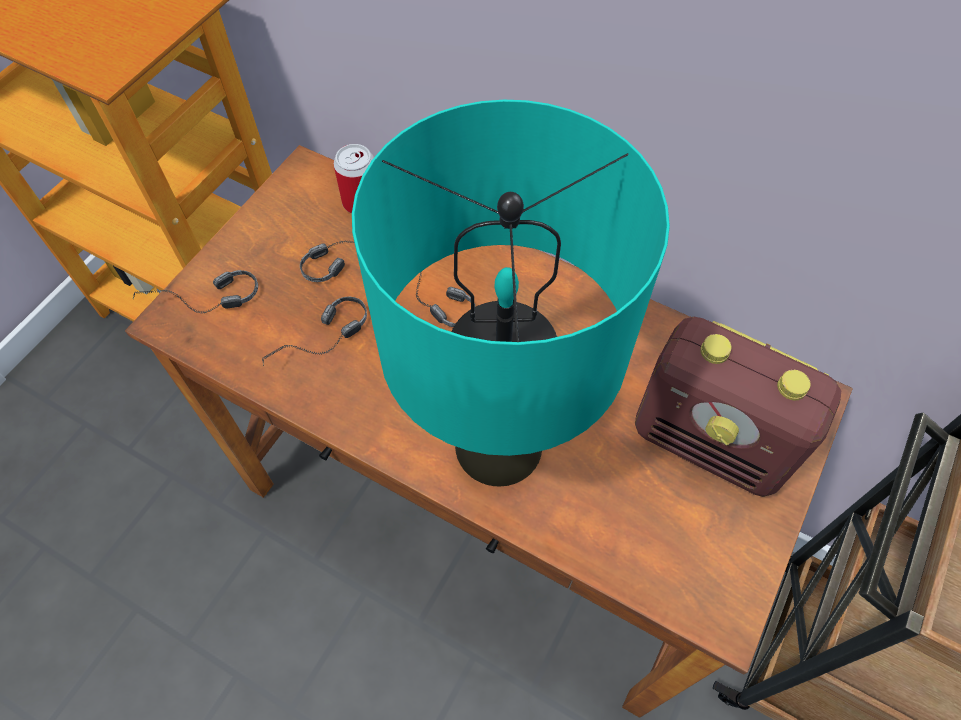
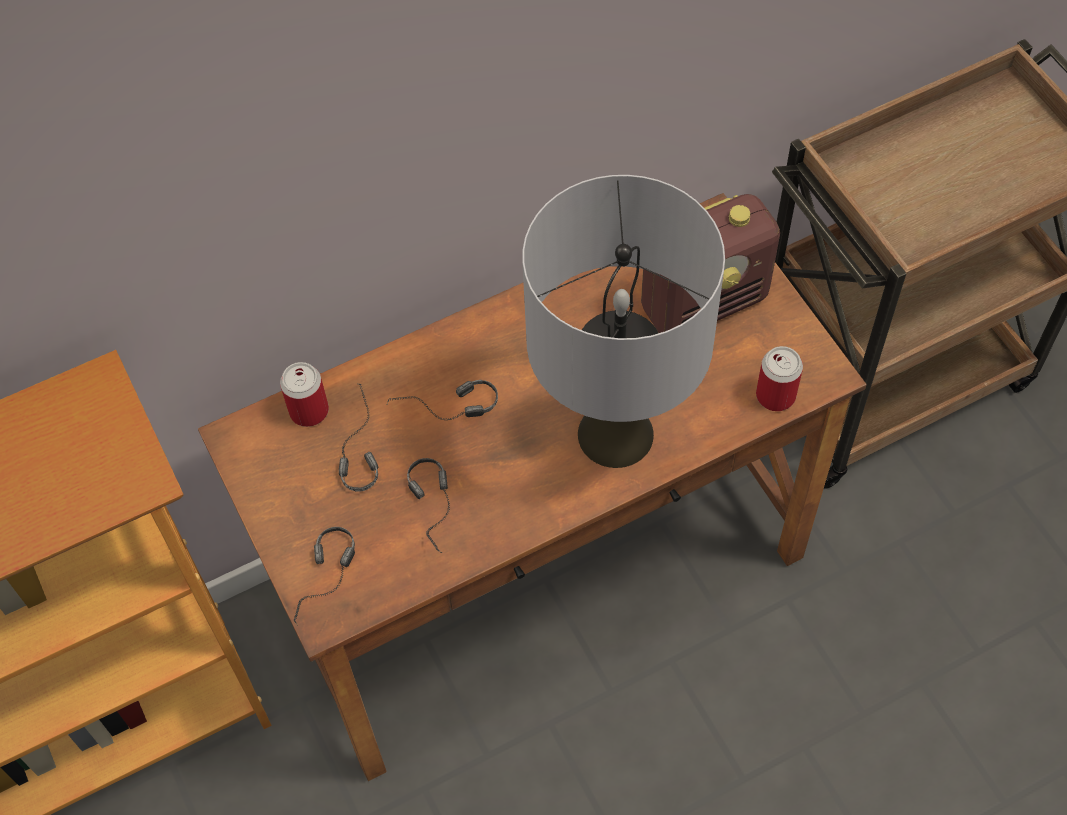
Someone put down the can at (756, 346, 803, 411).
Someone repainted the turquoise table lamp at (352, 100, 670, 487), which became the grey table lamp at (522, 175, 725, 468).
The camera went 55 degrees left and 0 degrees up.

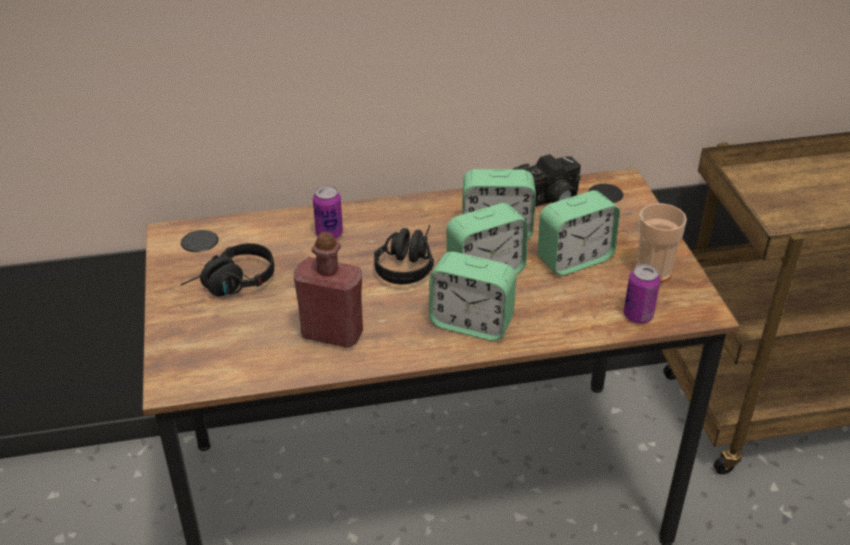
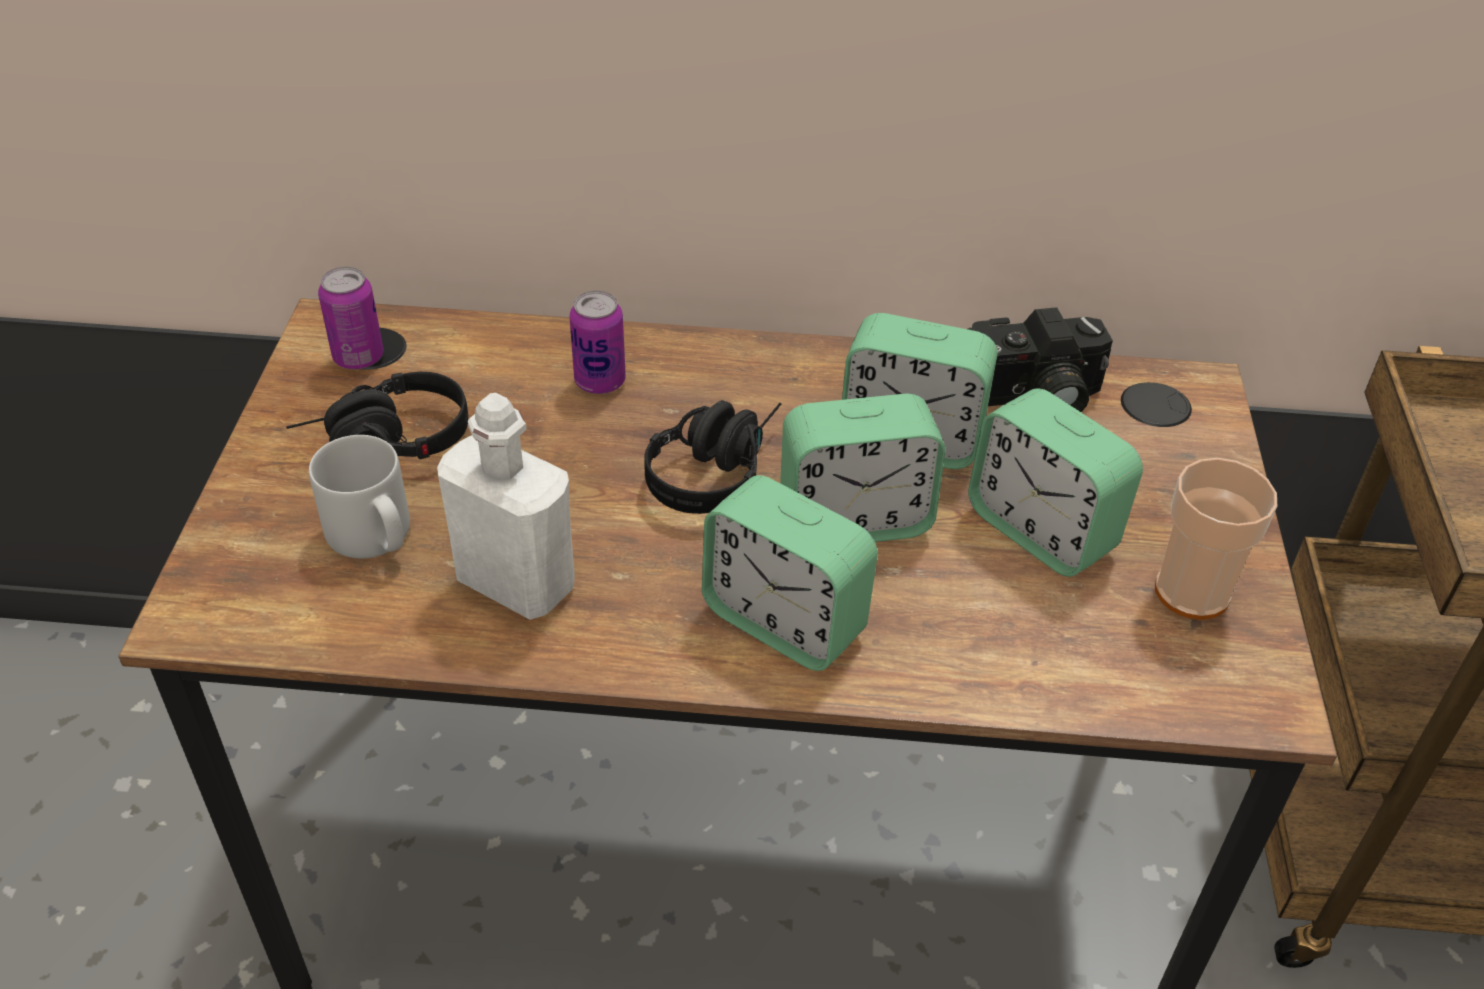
Someone put down the grey mug at (309, 435, 410, 559).
Someone carried the can from (624, 264, 660, 324) to (318, 267, 384, 369).
Someone repainted the red bottle at (294, 232, 363, 348), which became the white bottle at (437, 393, 575, 620).
Someone rotated the alarm clock at (538, 190, 620, 276) by 60 degrees clockwise.
The camera went 15 degrees right and 5 degrees up.

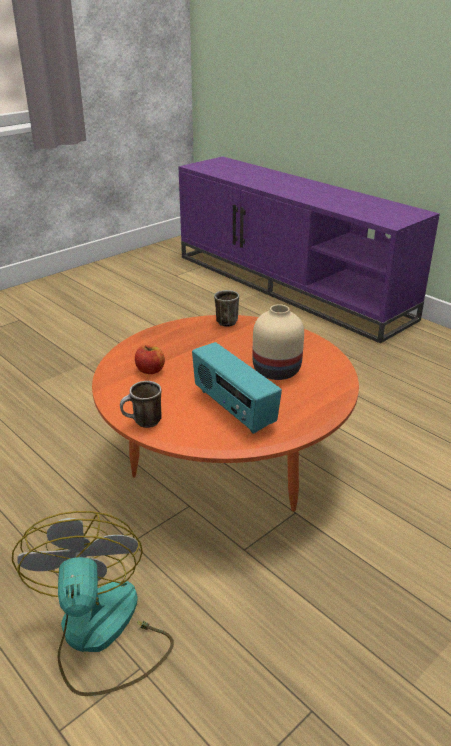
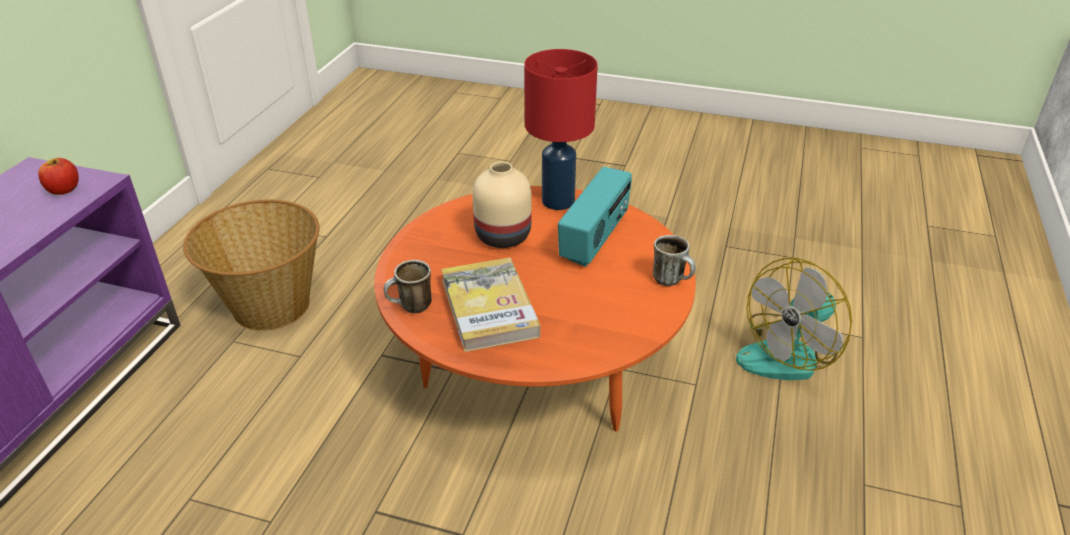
Someone put down the basket at (183, 200, 320, 331).
Someone put down the book at (441, 258, 540, 352).
Someone put down the red table lamp at (524, 49, 598, 210).
Someone carried the apple from (135, 345, 165, 374) to (38, 158, 79, 195).
The camera went 120 degrees left and 5 degrees up.

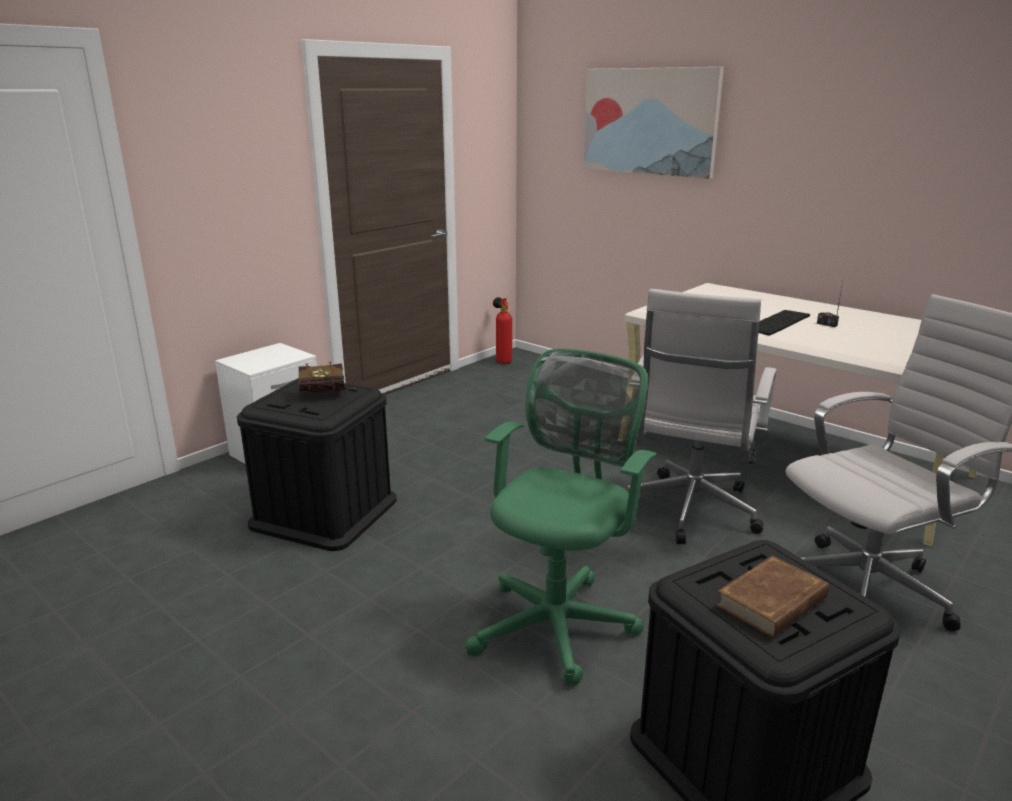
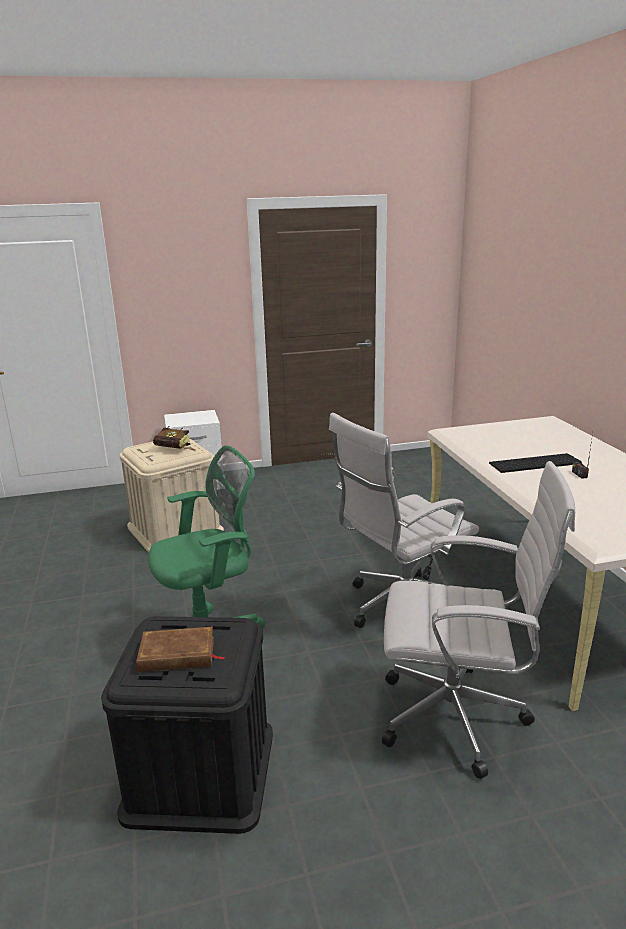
Someone took away the fire extinguisher at (493, 297, 512, 364).
Someone took away the picture at (583, 67, 724, 179).
Someone repainted the black storage box at (237, 378, 397, 551), which became the beige storage box at (119, 438, 224, 553).
The camera went 35 degrees right and 0 degrees up.

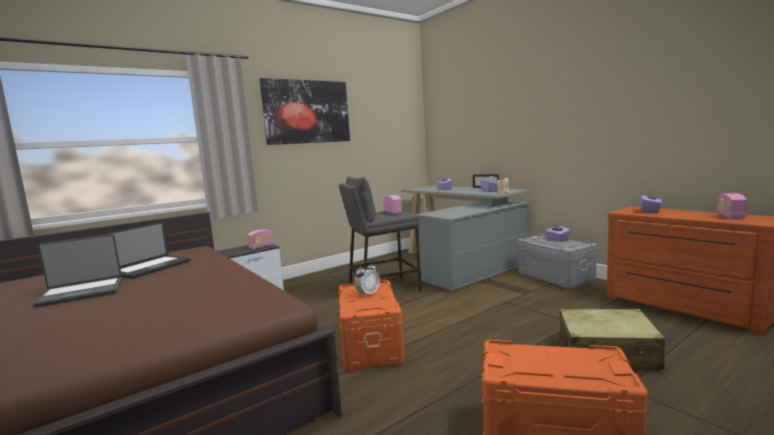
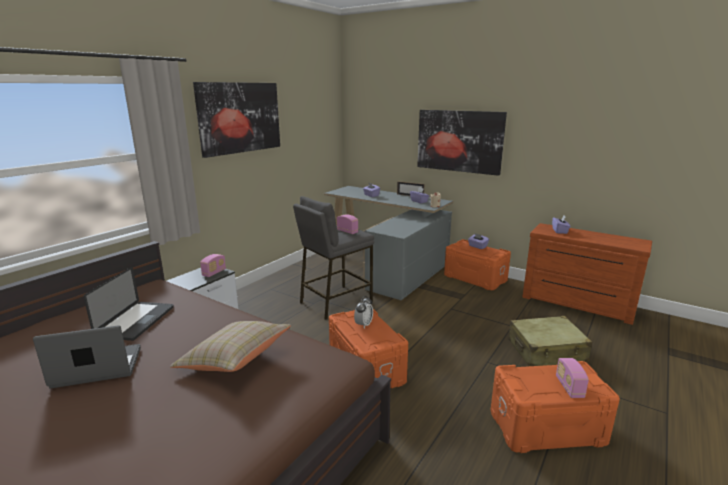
Someone put down the beige pillow at (170, 321, 291, 372).
Someone put up the picture at (417, 110, 507, 176).
Someone carried the radio from (717, 193, 747, 219) to (556, 358, 589, 398).
Someone repainted the grey storage box at (518, 234, 597, 288), which became the orange storage box at (444, 239, 511, 290).
Someone rotated the laptop at (33, 234, 122, 308) by 150 degrees counterclockwise.
The camera went 20 degrees left and 10 degrees up.

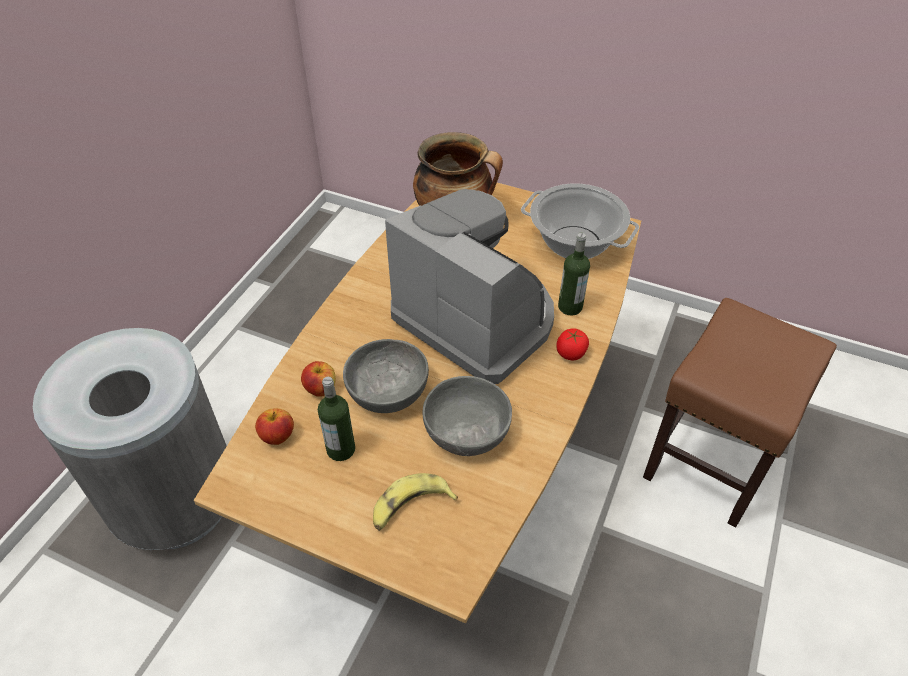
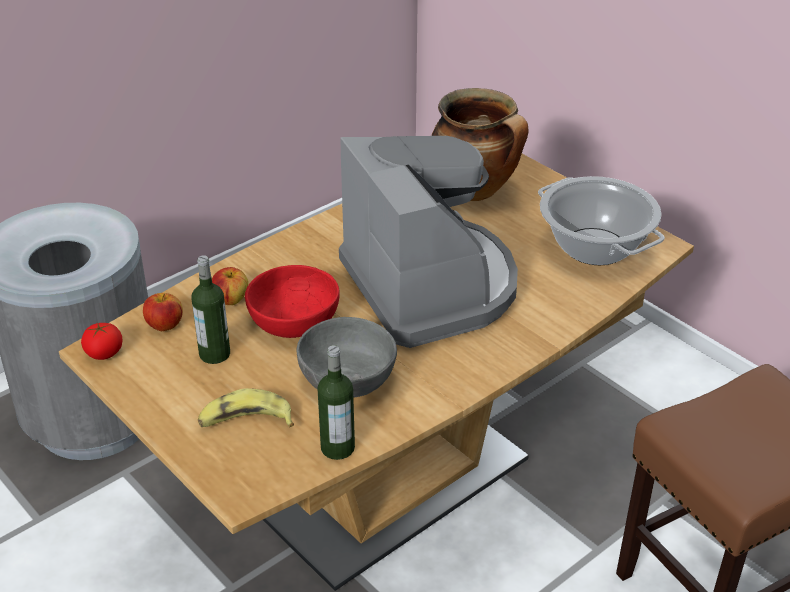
Someone carried the tomato from (556, 328, 589, 360) to (81, 323, 123, 360).
Someone carried the bottle from (558, 233, 590, 315) to (317, 345, 355, 460).
Someone repainted the grey bowl at (343, 339, 429, 413), which became the red bowl at (245, 265, 340, 338).
The camera went 25 degrees right and 10 degrees down.

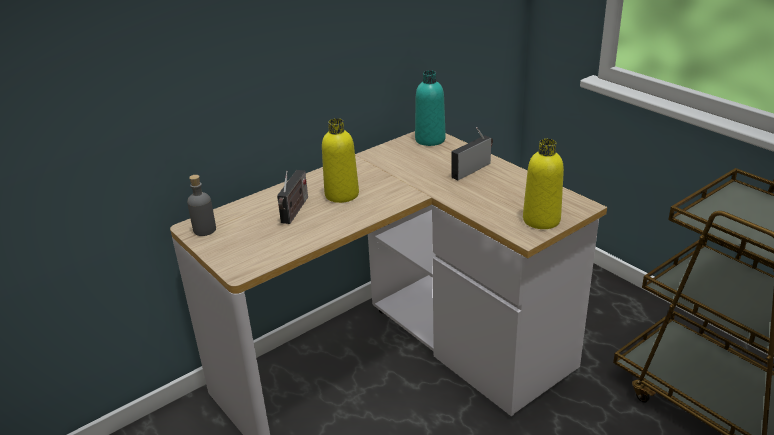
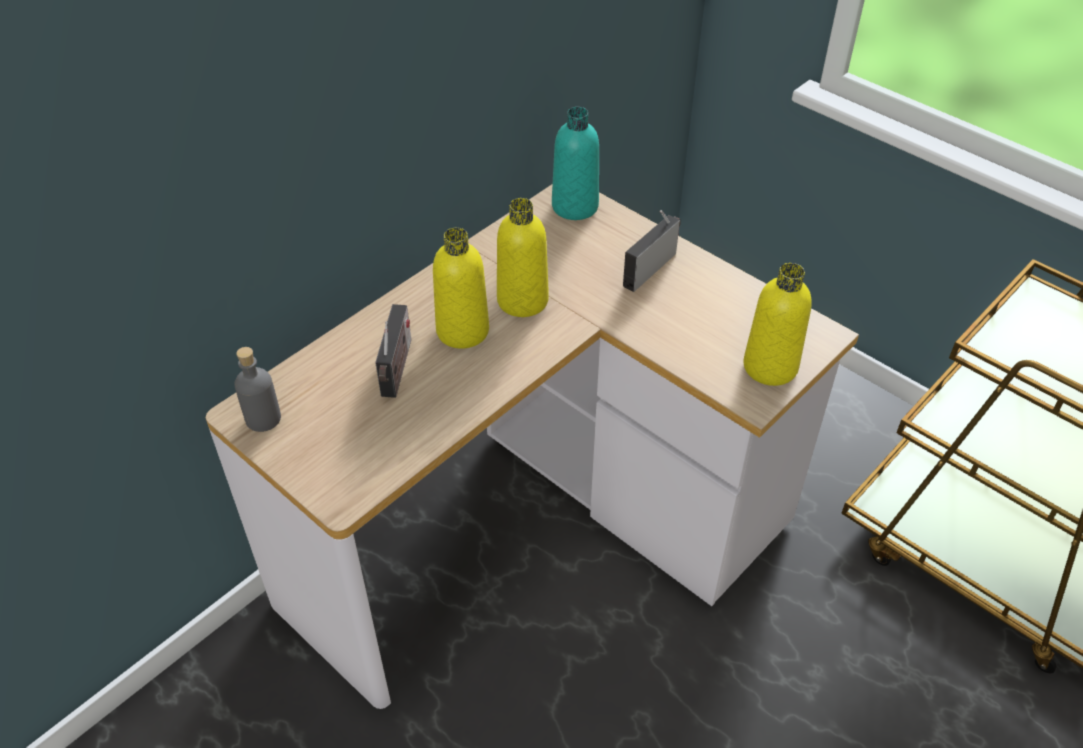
Someone put down the yellow bottle at (497, 198, 549, 317).
The camera went 10 degrees left and 15 degrees up.

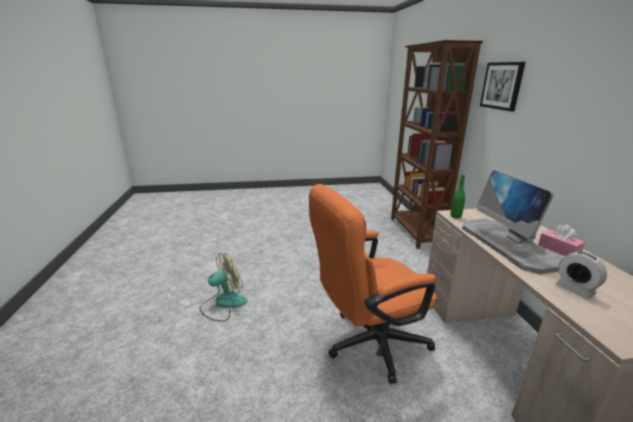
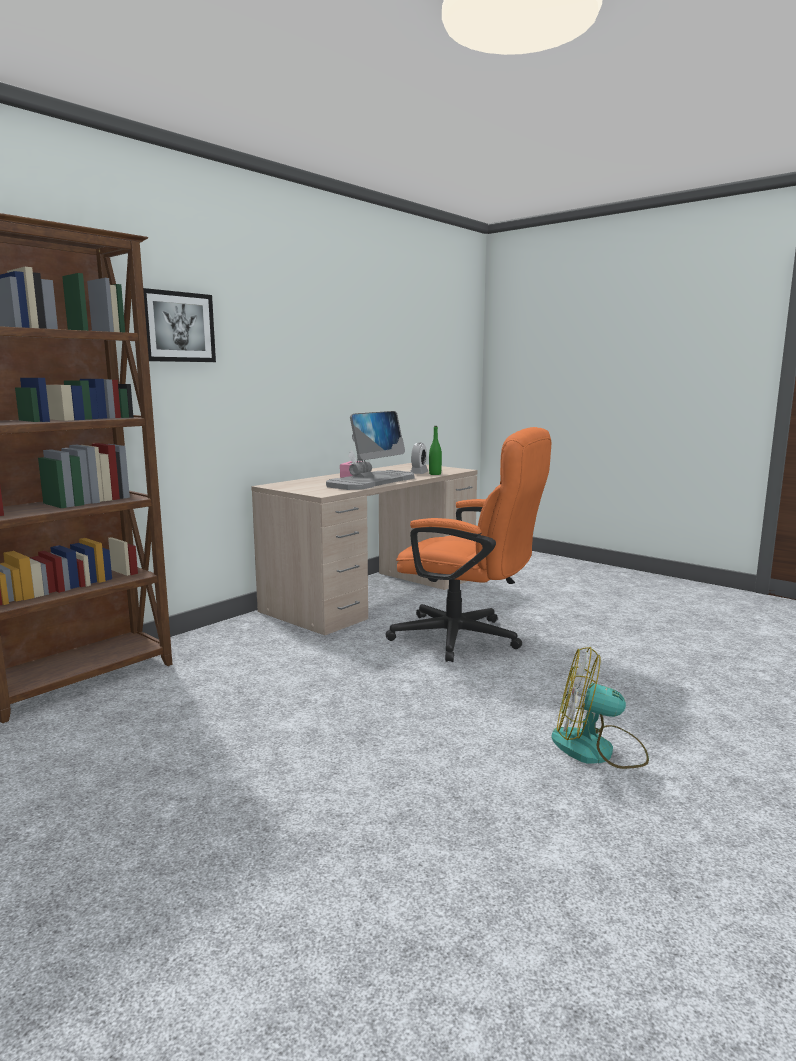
Someone carried the green bottle from (450, 175, 465, 219) to (429, 426, 442, 475).
The camera went 130 degrees left and 10 degrees down.

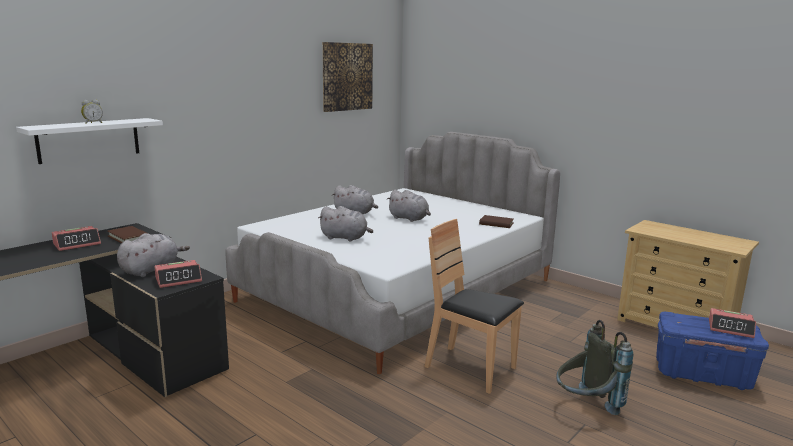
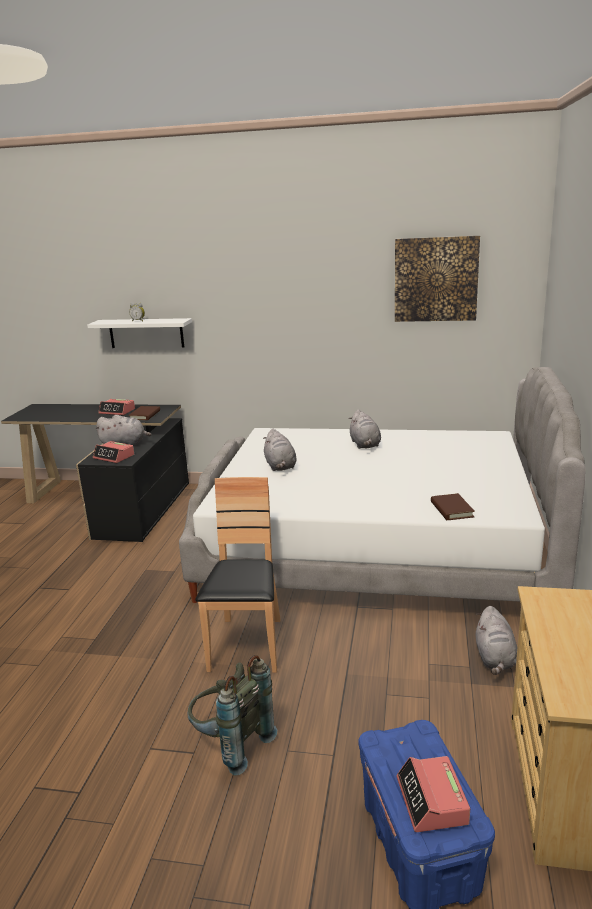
Someone carried the grey plush toy from (387, 190, 431, 222) to (476, 606, 517, 675).
The camera went 60 degrees right and 5 degrees up.

